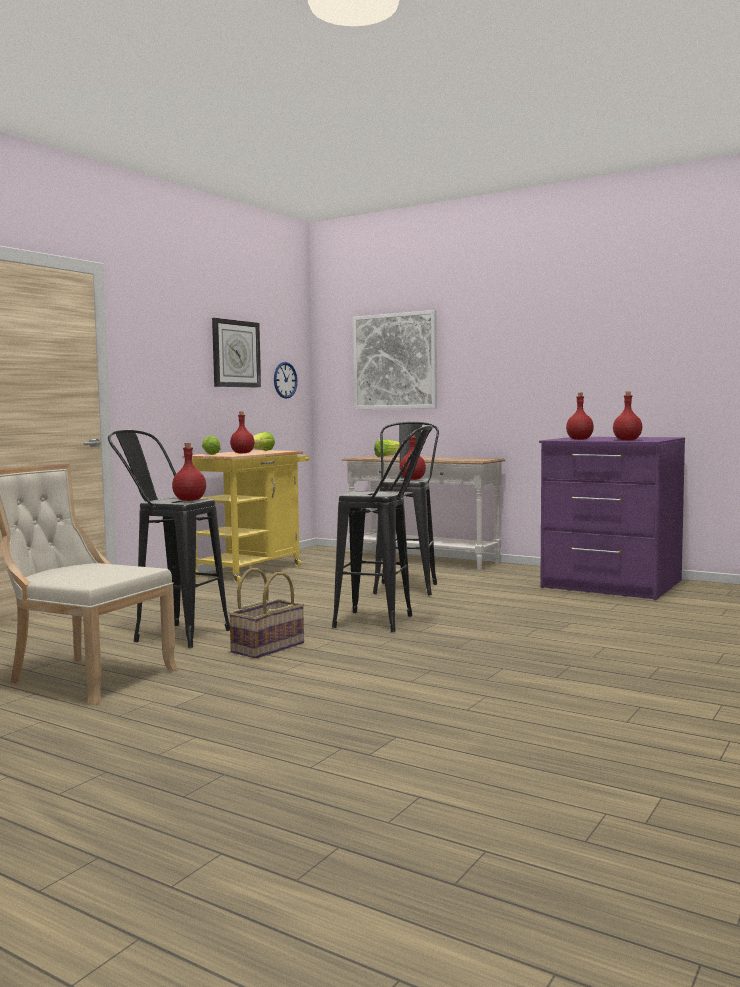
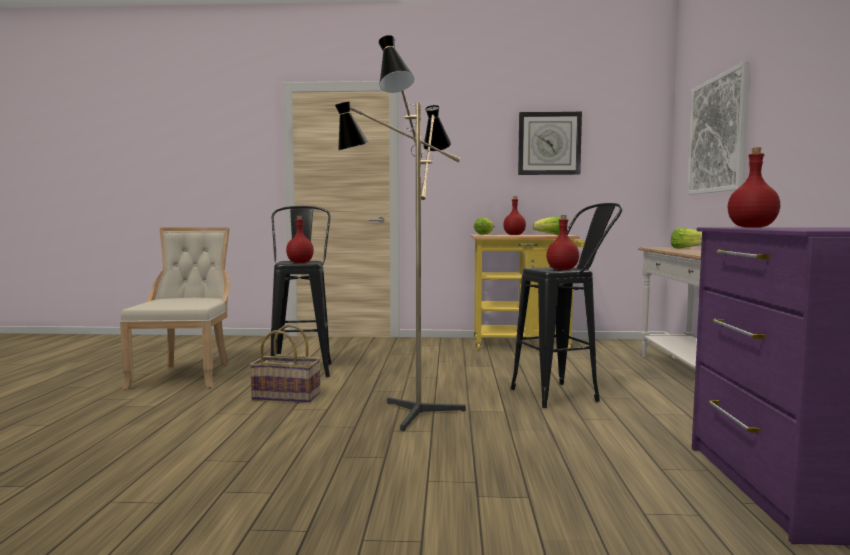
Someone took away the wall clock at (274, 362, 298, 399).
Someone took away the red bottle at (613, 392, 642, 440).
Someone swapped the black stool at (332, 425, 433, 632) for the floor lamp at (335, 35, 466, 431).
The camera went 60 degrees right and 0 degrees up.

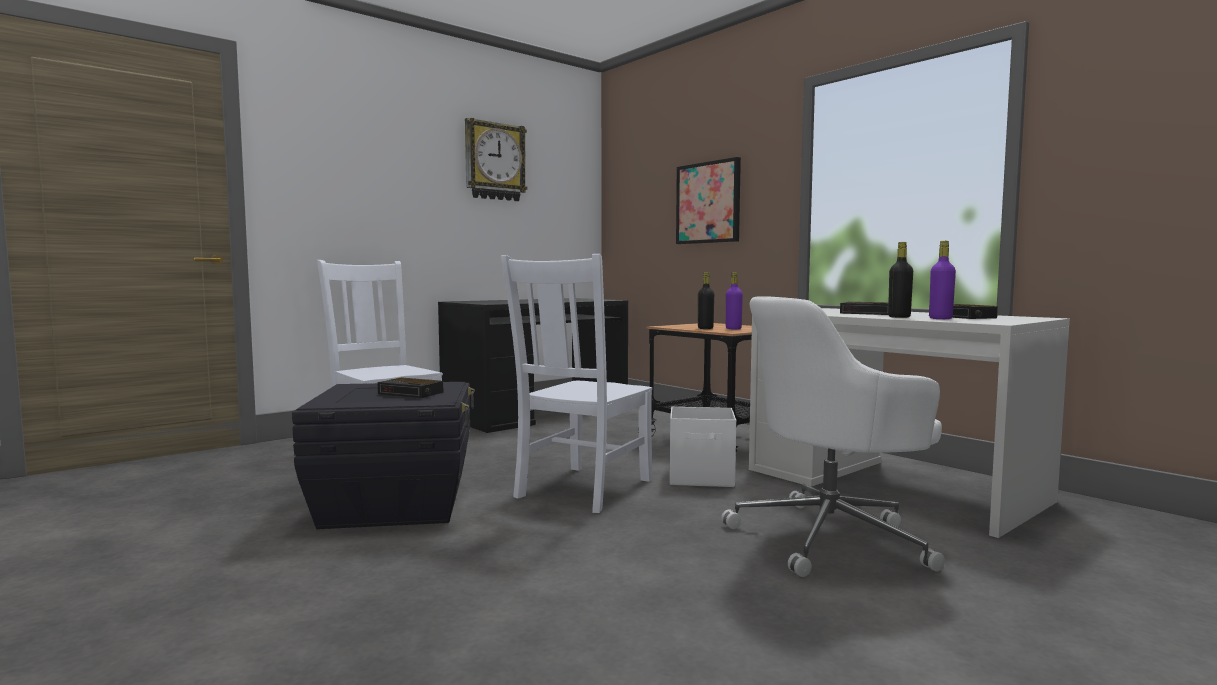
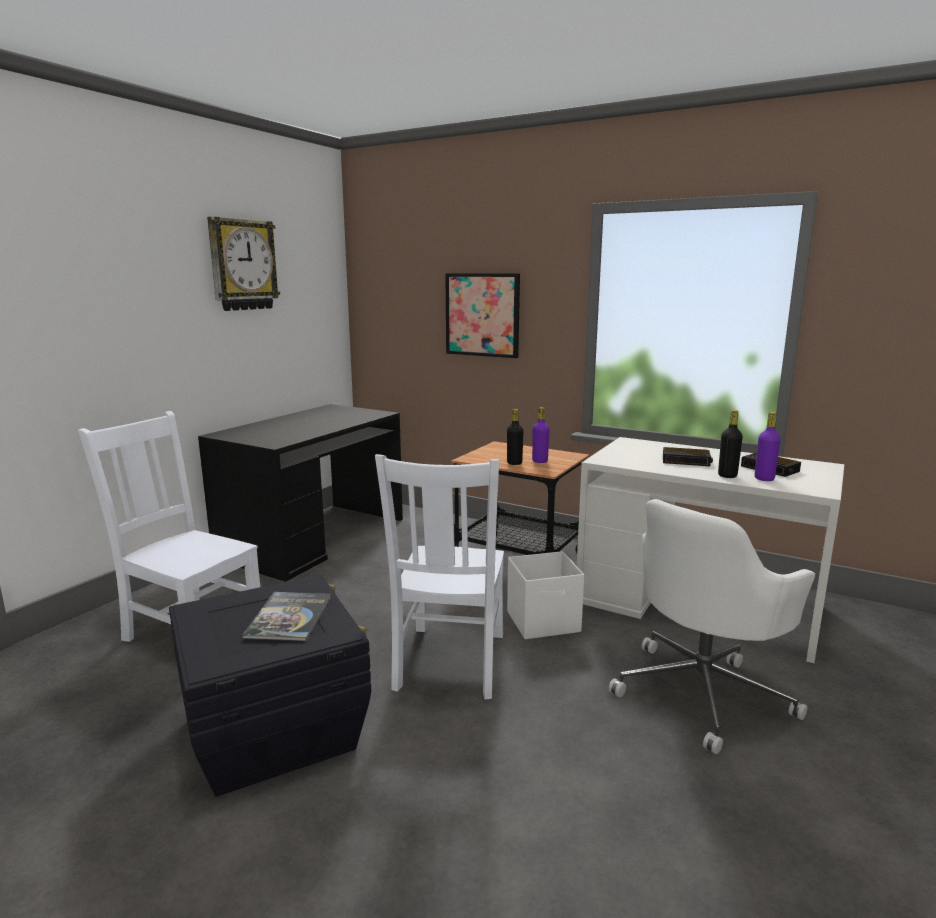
Someone swapped the alarm clock at (377, 377, 443, 398) for the book at (242, 592, 331, 641).
The camera went 20 degrees left and 10 degrees up.

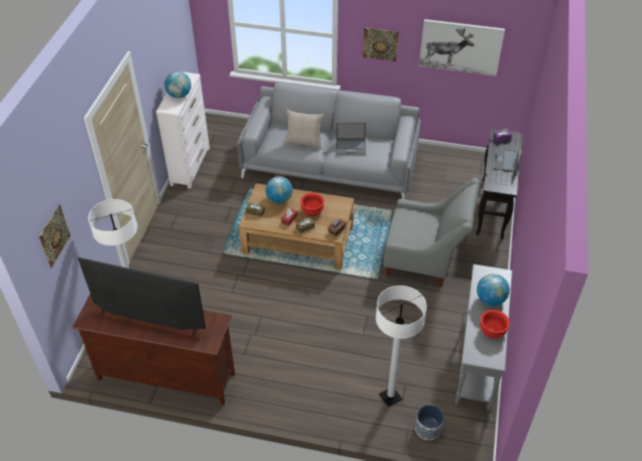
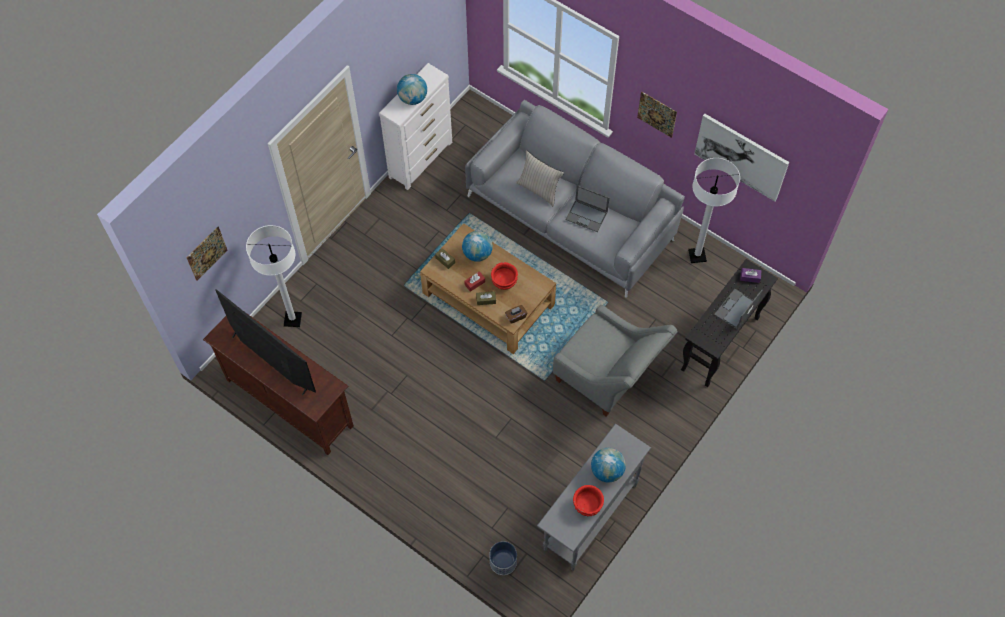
Someone carried the white floor lamp from (376, 285, 427, 407) to (688, 158, 740, 263).
The camera went 25 degrees right and 15 degrees up.

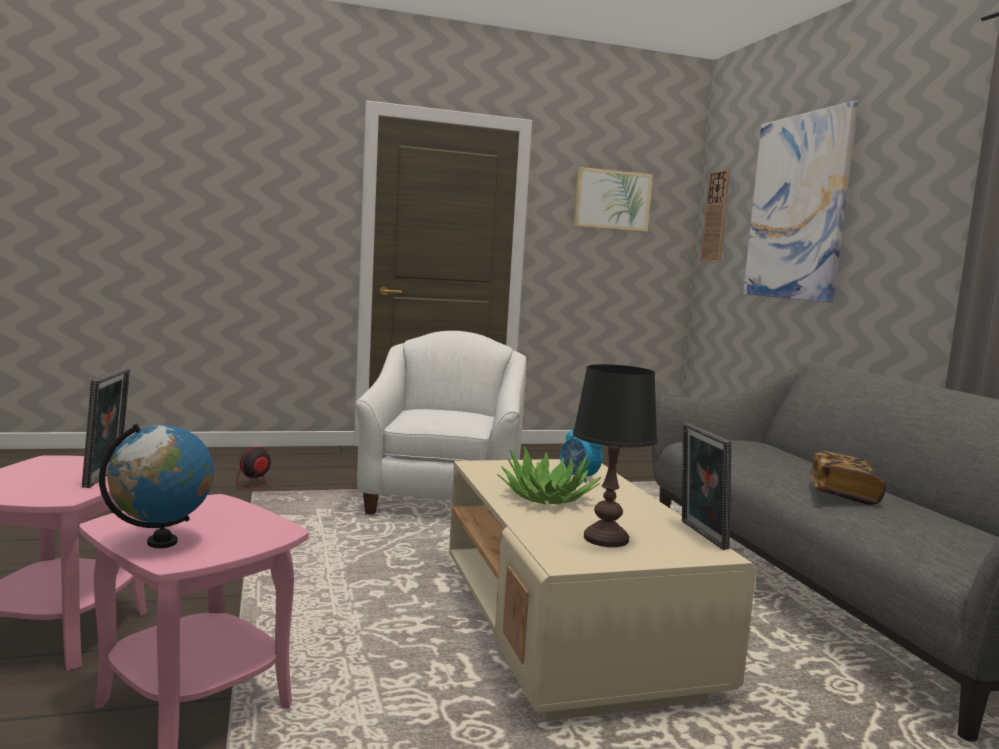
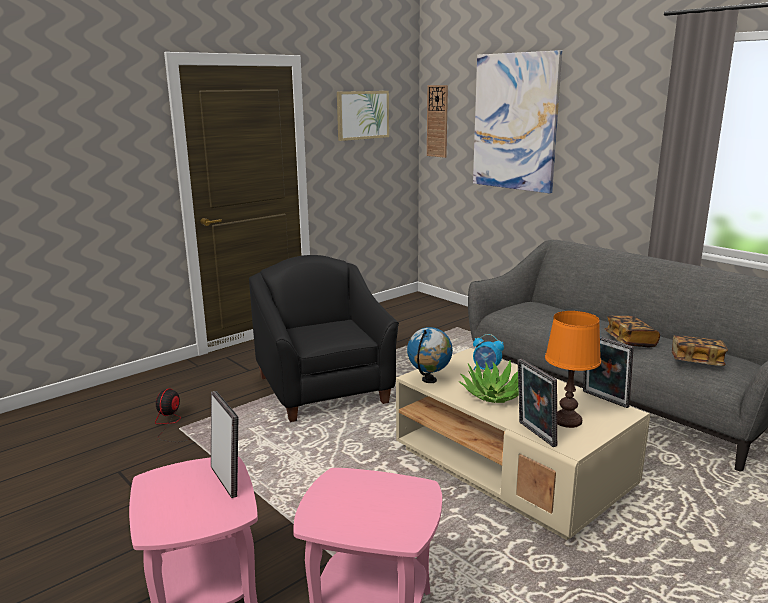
Someone put down the picture frame at (518, 358, 557, 447).
Someone put down the book at (672, 335, 728, 366).
Someone carried the globe from (99, 423, 214, 548) to (407, 327, 453, 383).
Someone repainted the white armchair at (355, 331, 526, 515), which became the black armchair at (249, 255, 399, 422).
Someone repainted the black table lamp at (573, 364, 658, 547), which became the orange table lamp at (545, 311, 601, 428).
The camera went 25 degrees left and 10 degrees up.

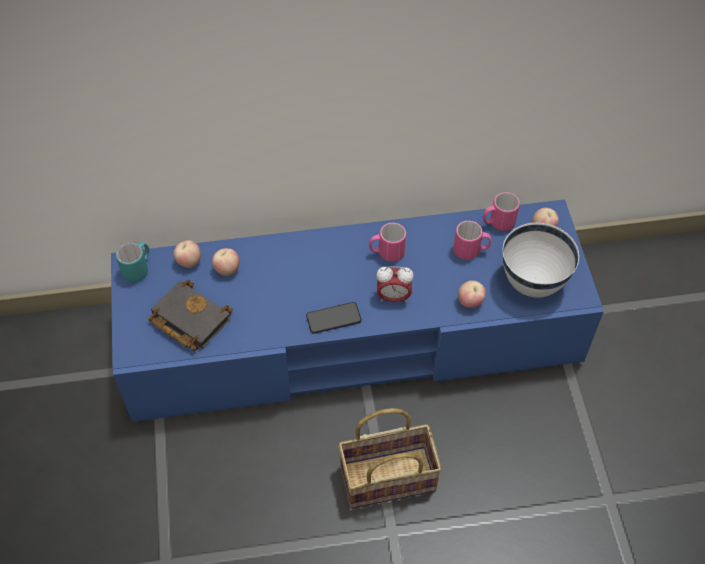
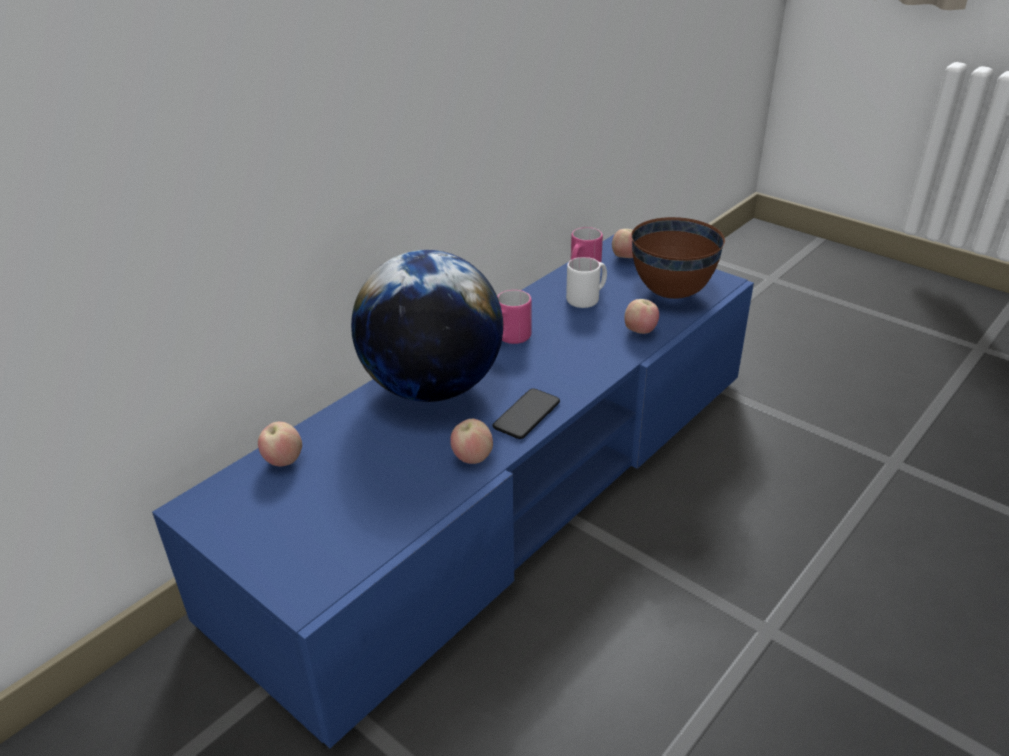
Someone took away the turquoise mug at (116, 242, 149, 283).
Someone took away the black book at (148, 279, 233, 351).
Someone took away the basket at (338, 408, 442, 509).
Someone took away the alarm clock at (376, 266, 414, 303).
Someone put down the globe at (351, 250, 503, 402).
Someone carried the apple from (212, 248, 240, 276) to (450, 419, 493, 464).
Someone repainted the pink mug at (454, 221, 492, 260), which became the white mug at (566, 257, 607, 308).
Someone repainted the white bowl at (503, 223, 579, 298), which became the brown bowl at (631, 217, 725, 299).
The camera went 40 degrees left and 20 degrees down.

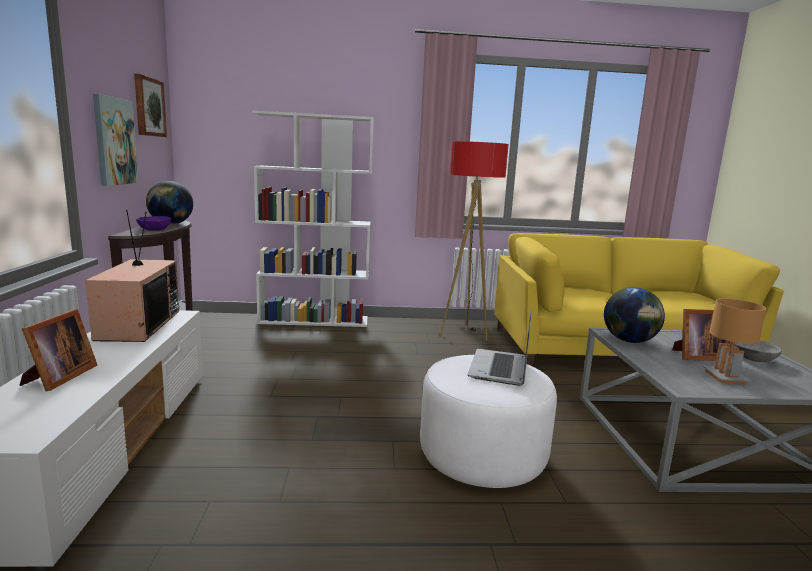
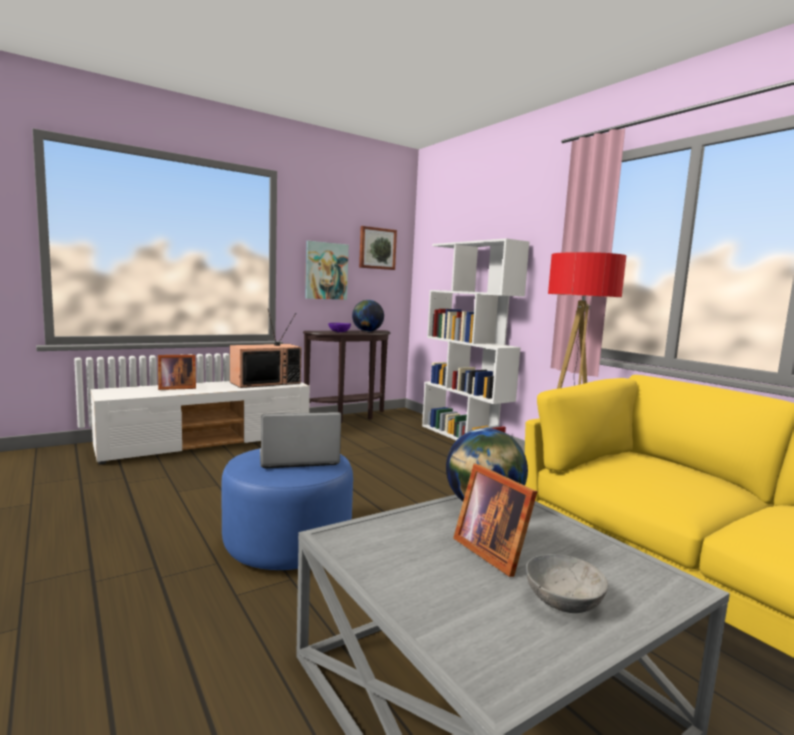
Someone took away the brown table lamp at (702, 299, 767, 384).
Someone repainted the white ottoman at (420, 355, 557, 488), which became the blue ottoman at (221, 448, 353, 570).
The camera went 60 degrees right and 5 degrees down.

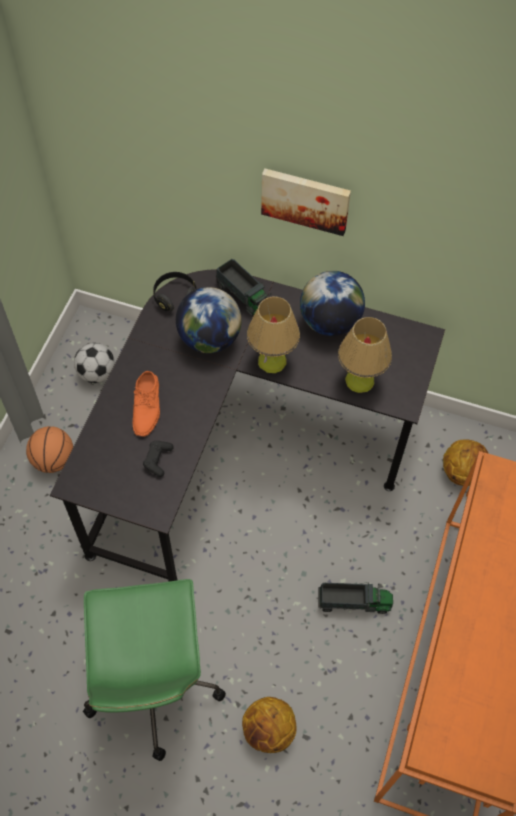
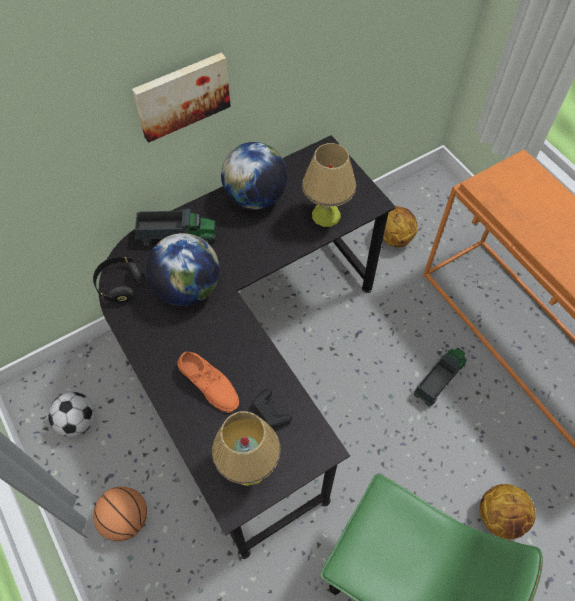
Someone carried the table lamp from (247, 296, 300, 373) to (212, 411, 280, 486).
The camera went 50 degrees left and 0 degrees up.

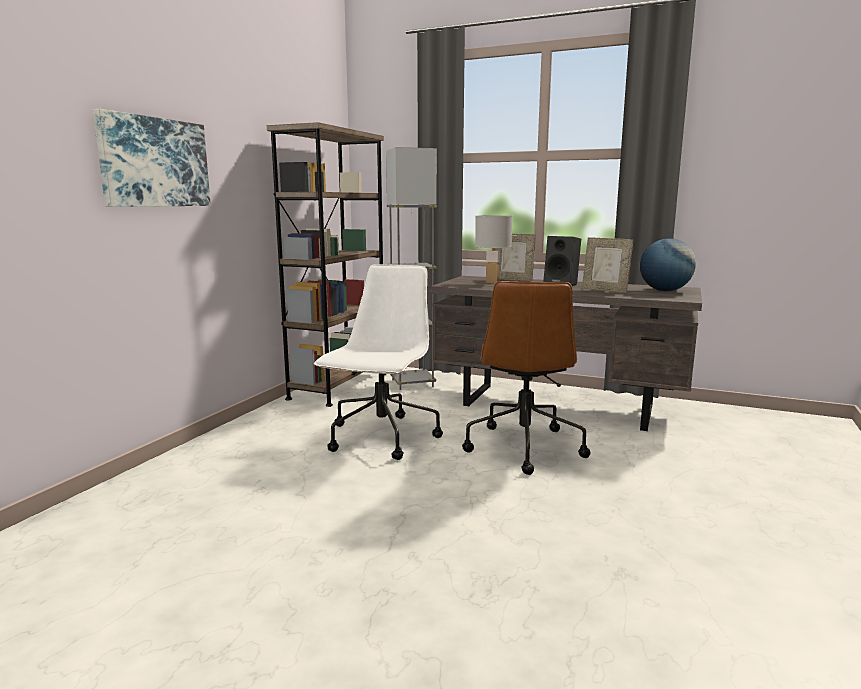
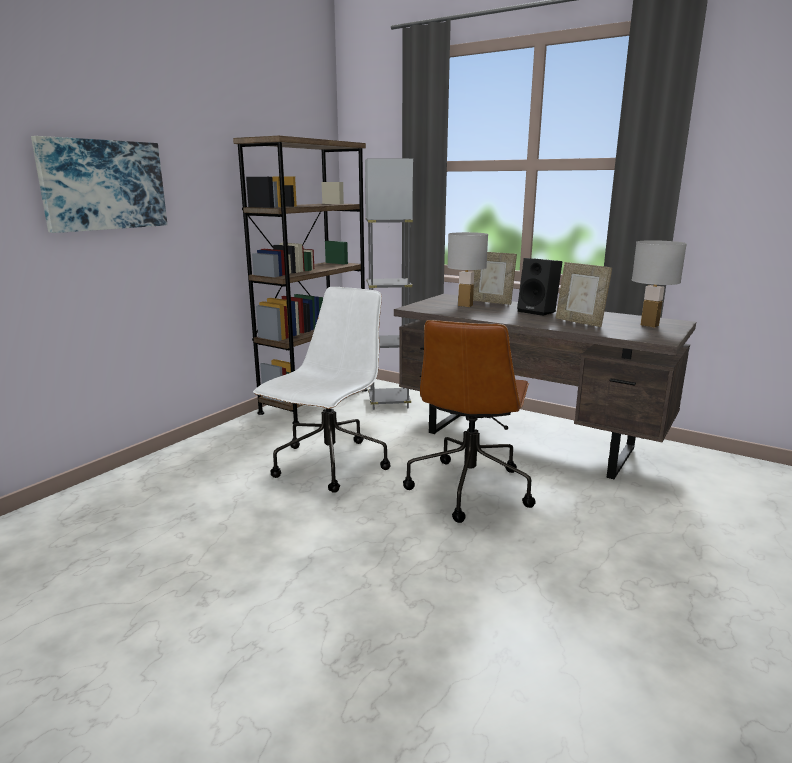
Someone swapped the globe at (640, 238, 696, 291) for the white table lamp at (632, 240, 687, 327).
The camera went 10 degrees right and 5 degrees up.

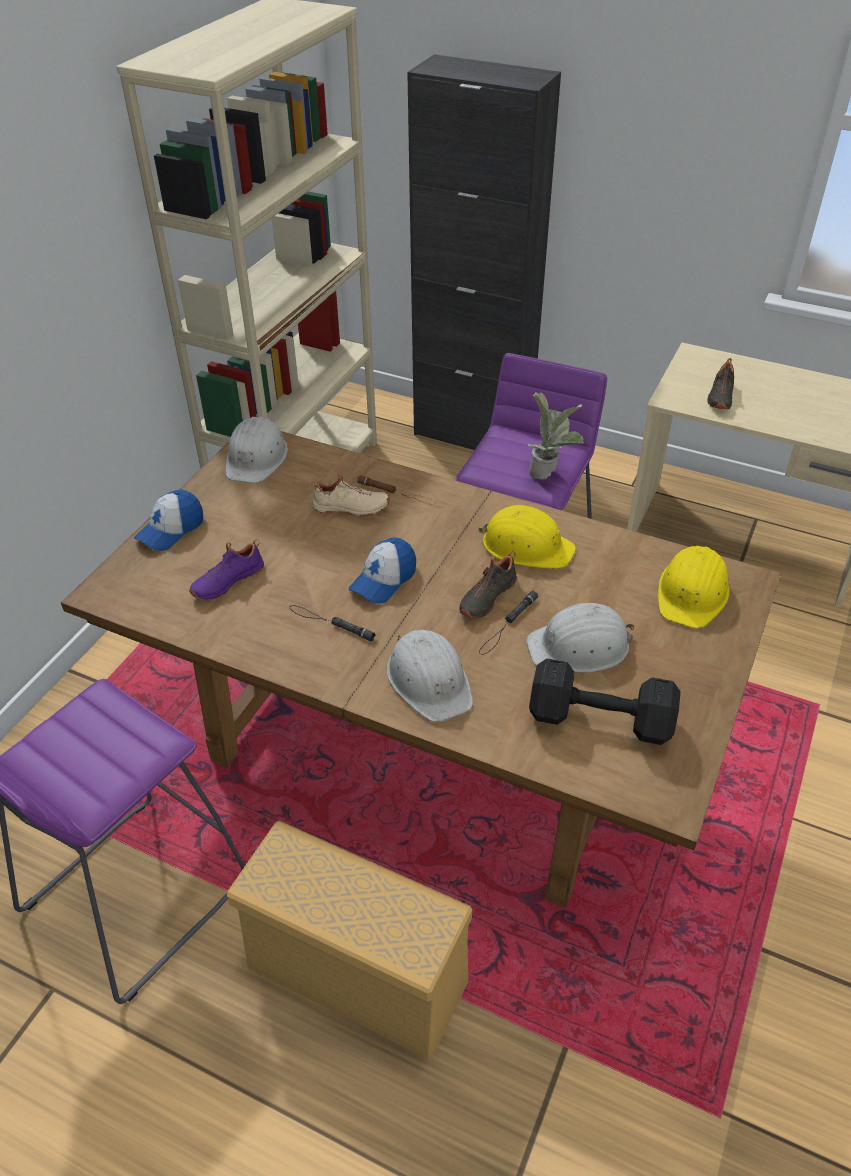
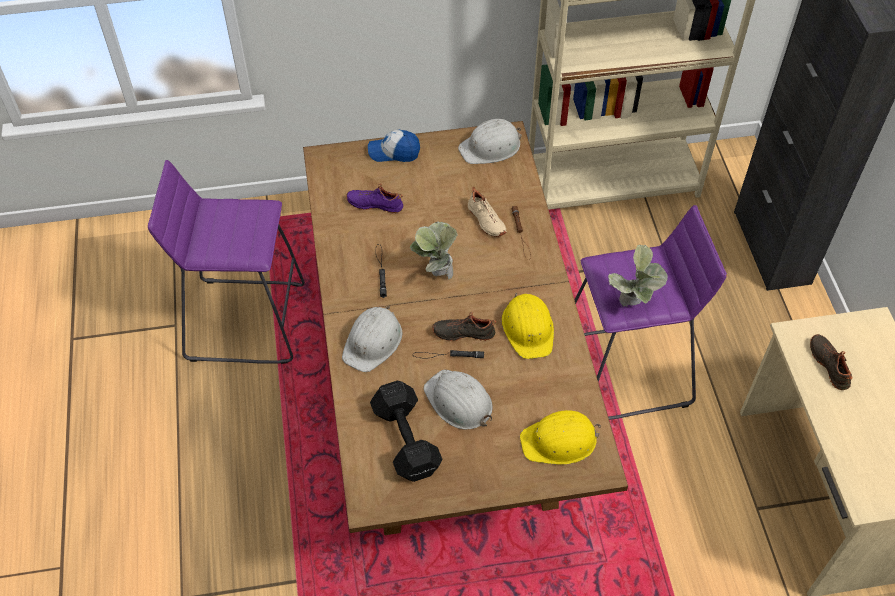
Someone took away the beige storage box at (226, 821, 472, 1059).
Someone swapped the cap at (348, 537, 416, 604) for the potted plant at (410, 221, 458, 279).
Someone rotated the black shoe at (707, 358, 734, 409) by 90 degrees clockwise.
The camera went 55 degrees right and 10 degrees up.

